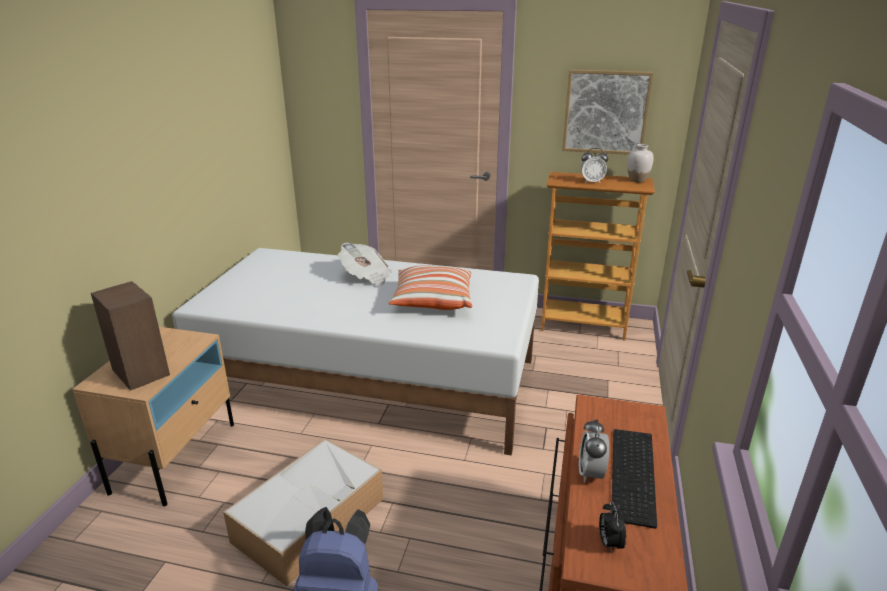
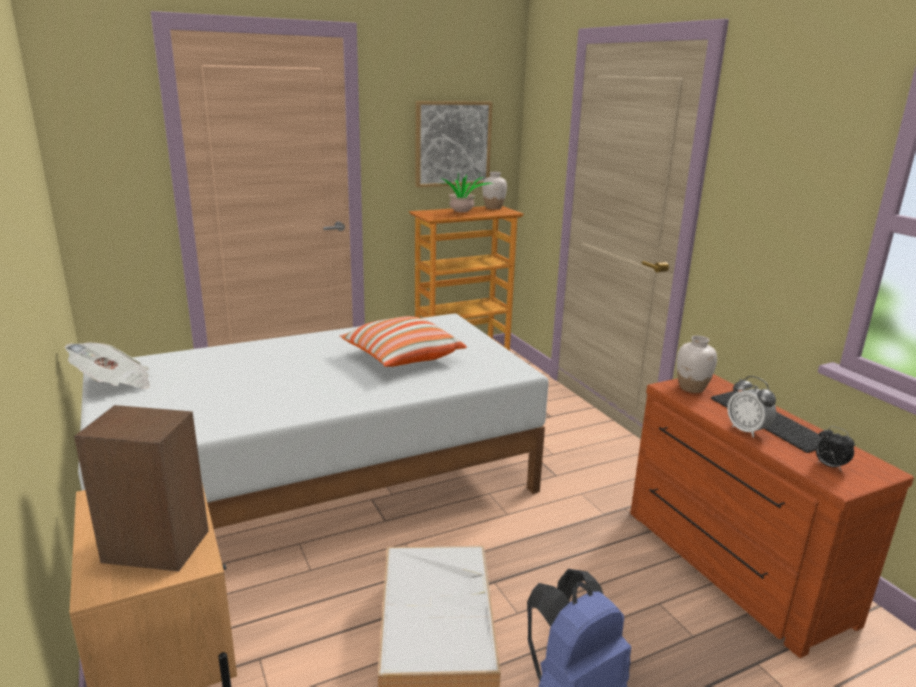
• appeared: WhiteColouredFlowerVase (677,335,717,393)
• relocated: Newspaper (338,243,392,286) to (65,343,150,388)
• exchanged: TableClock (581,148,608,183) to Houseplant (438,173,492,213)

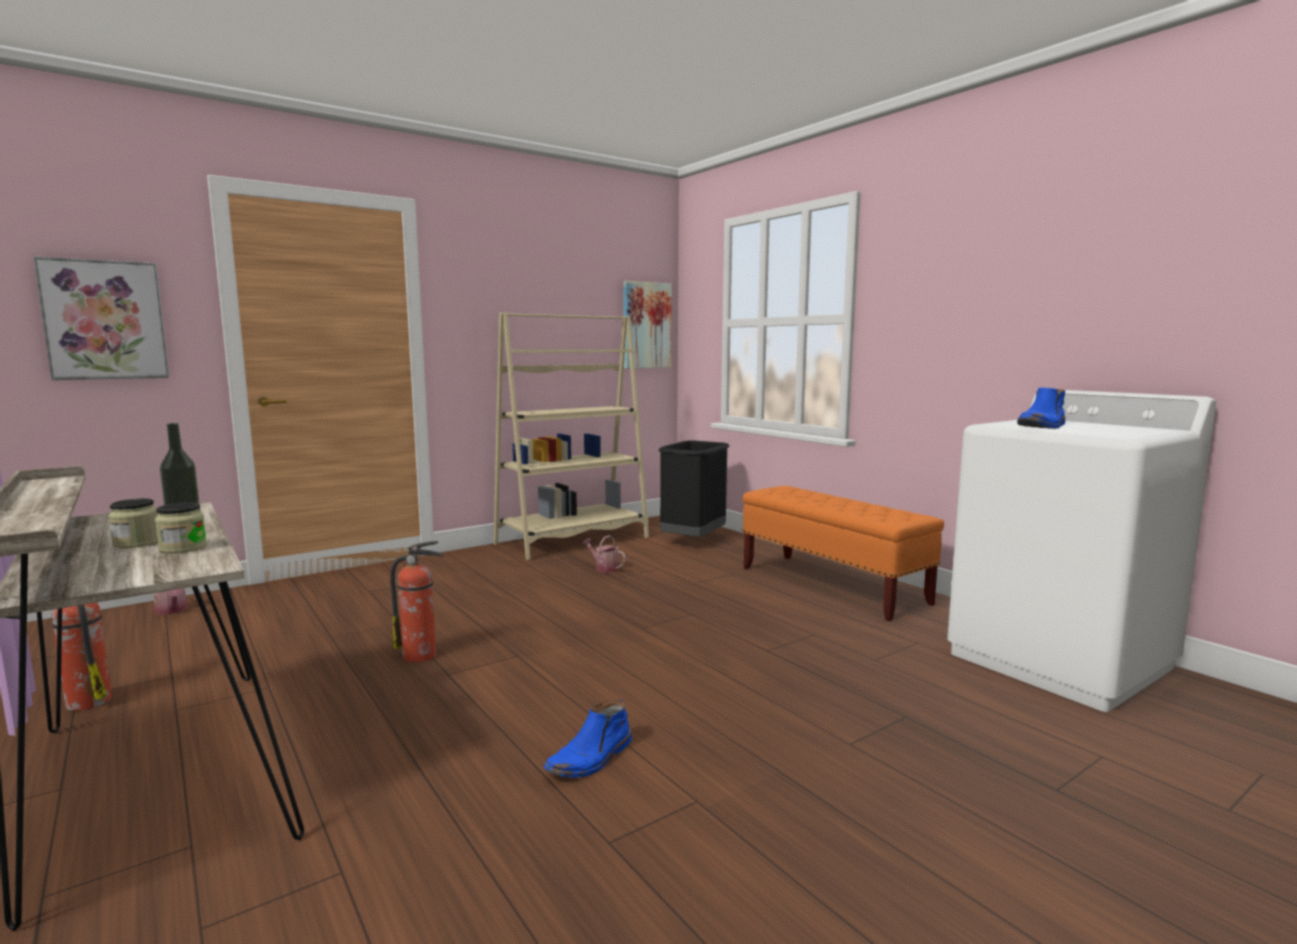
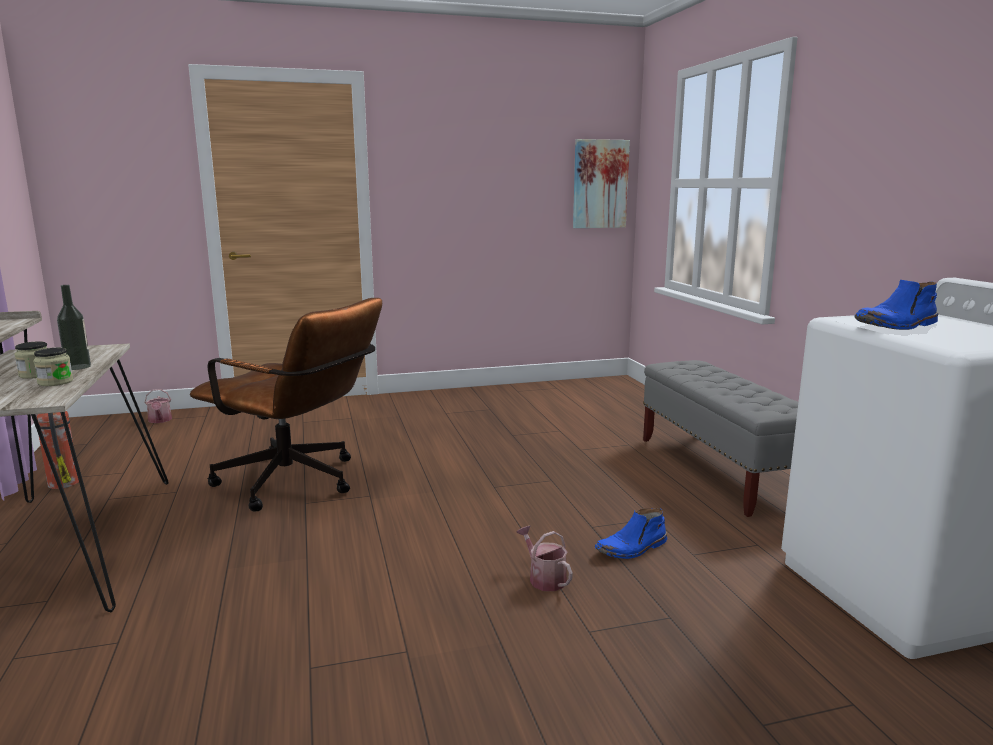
• missing: WallArt (33,256,169,380)
• missing: SandColouredBookcase (493,313,649,560)
• missing: BlackishWasteBin (659,440,729,536)
• relocated: BlueHighTopBoot (544,700,632,778) to (595,508,667,559)
• relocated: WateringCan (582,535,626,573) to (516,526,573,591)
• exchanged: FireFightingCylinder (390,541,444,662) to BrownishDeskChair (190,298,382,512)
• colour: OrangeyBench (742,486,944,621) to GreyishBench (643,360,798,517)

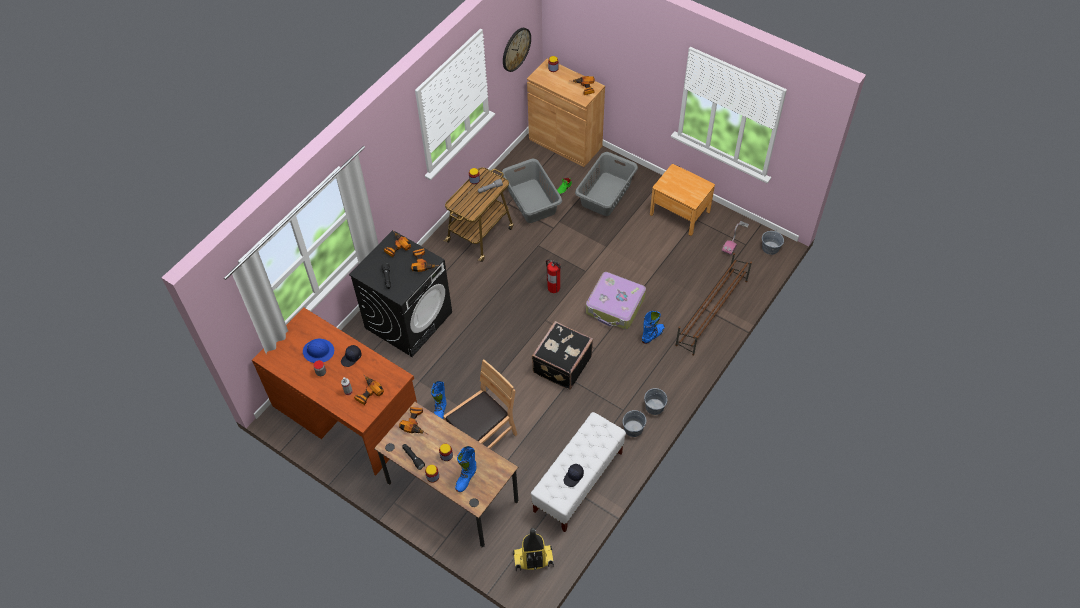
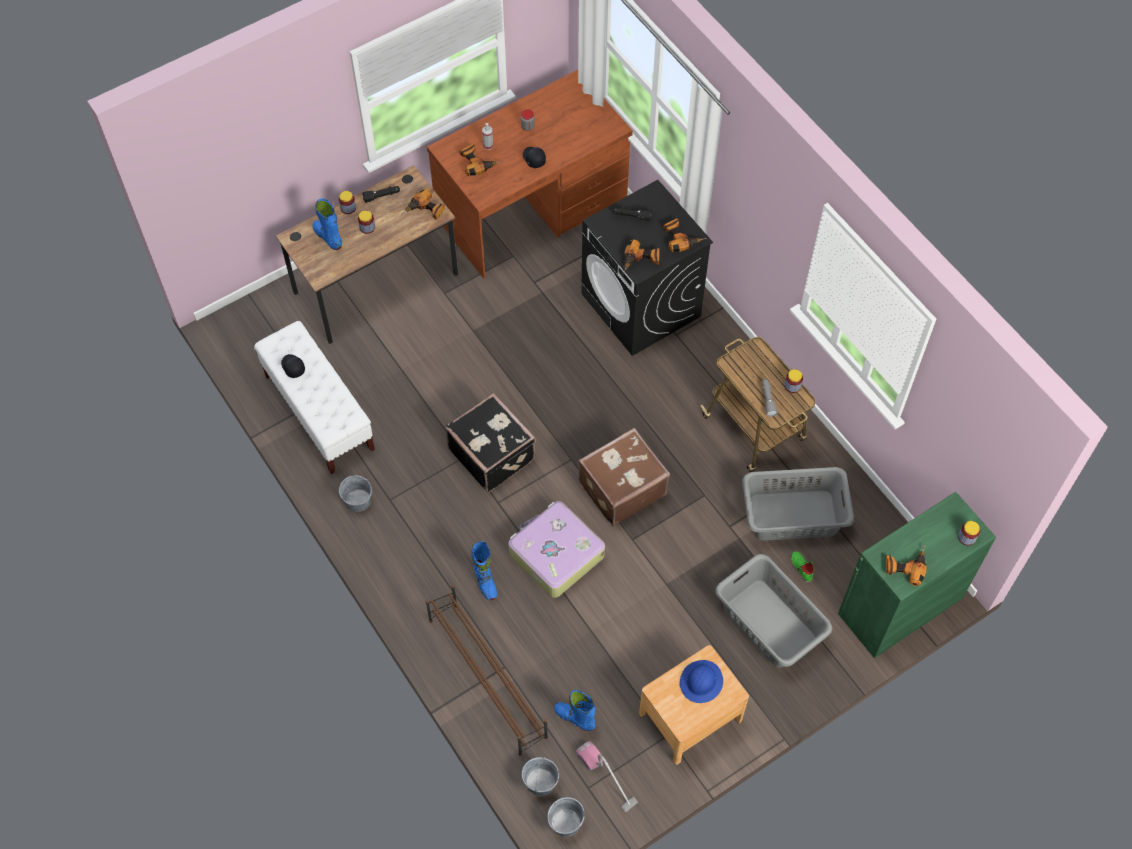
• missing: BrownishChair (443,359,518,449)
• missing: ClockOnTheWall (503,28,531,72)
• missing: Hoover (513,528,554,571)
• relocated: BlueSafetyHelmet (303,339,334,363) to (680,660,723,703)
• relocated: BlueHighTopBoot (431,381,446,419) to (554,690,596,731)
• relocated: GreyishBucket (644,388,667,415) to (522,757,559,796)
• exchanged: FireFightingCylinder (546,259,561,293) to BrownishSuitcase (578,428,670,527)
• colour: BrownishCabinet (527,59,605,167) to GreenishCabinet (838,492,996,658)

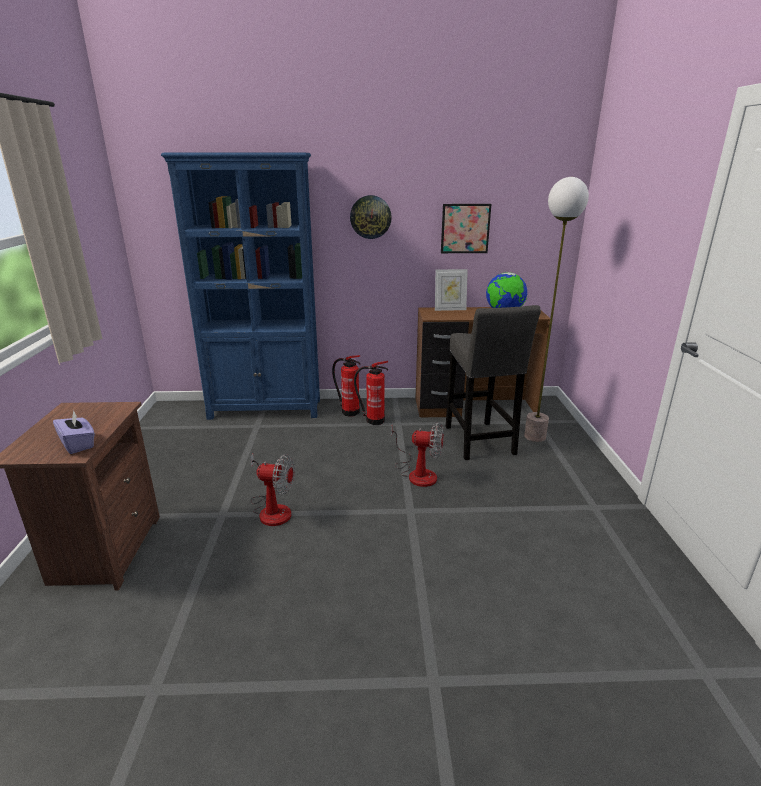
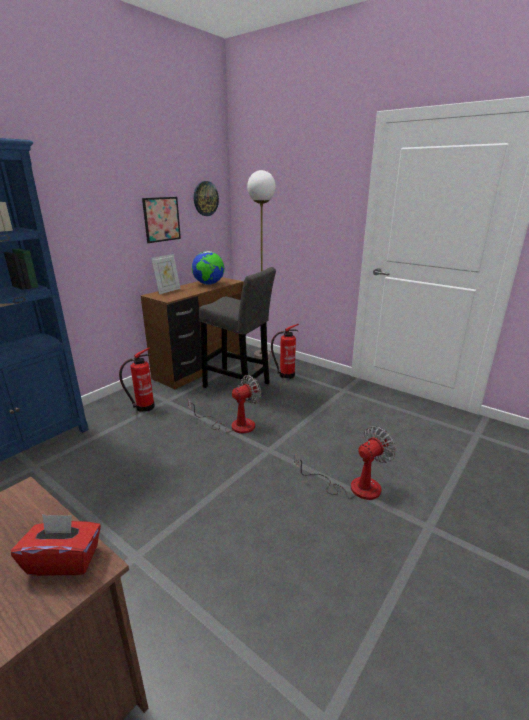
• relocated: CoolingFan (250,454,295,526) to (295,426,396,500)
• relocated: FireFightingCylinder (332,355,360,417) to (271,324,299,379)
• relocated: ClockOnTheWall (350,195,392,239) to (194,181,219,216)
• colour: PurpleColouredBoxOfTissues (53,410,95,454) to RedBoxOfTissues (11,514,101,576)

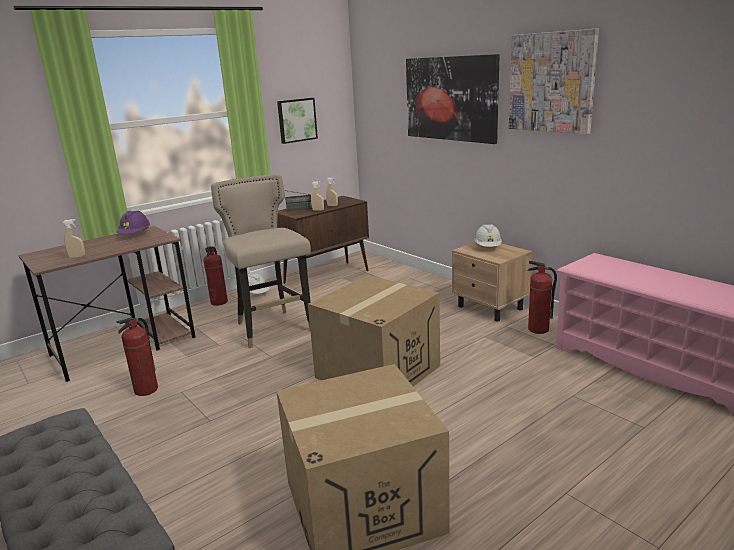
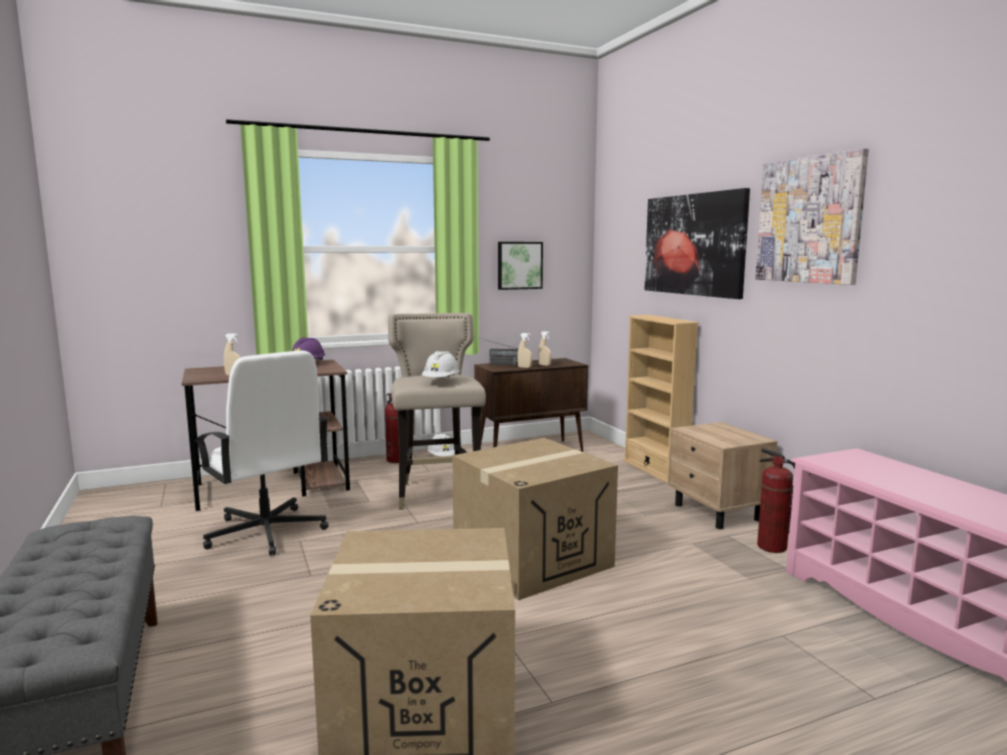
• appeared: SandColouredBookcase (623,315,699,484)
• relocated: WhiteColouredSafetyHelmet (474,224,502,247) to (422,351,460,378)
• exchanged: FireFightingCylinder (116,318,158,396) to WhiteColouredDeskChair (195,350,329,555)

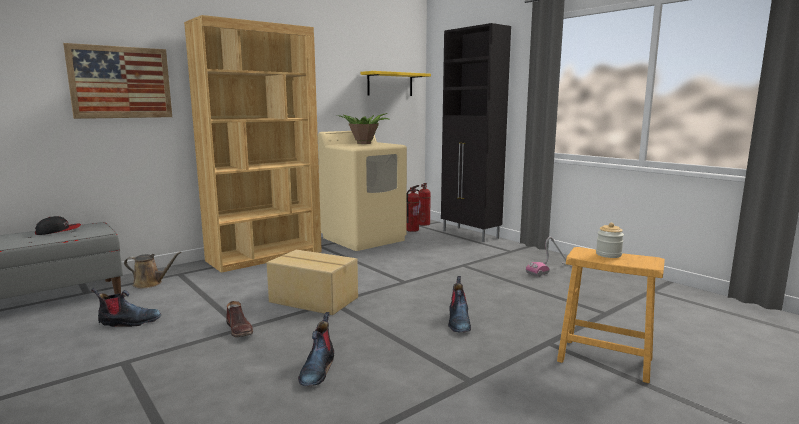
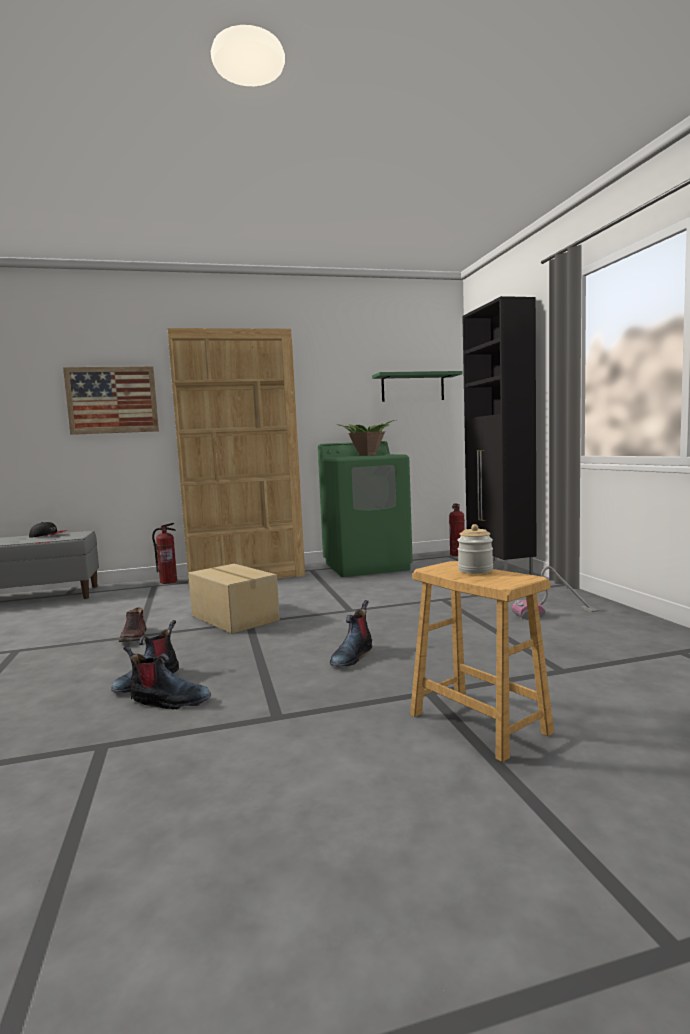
• missing: BrownishWateringCan (124,252,182,288)
• relocated: HighTopBoot (91,288,161,327) to (123,645,211,709)
• relocated: FireFightingCylinder (407,185,419,232) to (152,523,177,584)
• colour: SandColouredWashingMachine (318,131,407,251) to GreenishWashingMachine (318,441,413,577)
• colour: YellowishWallShelf (360,71,431,96) to GreenishWallShelf (372,371,462,402)

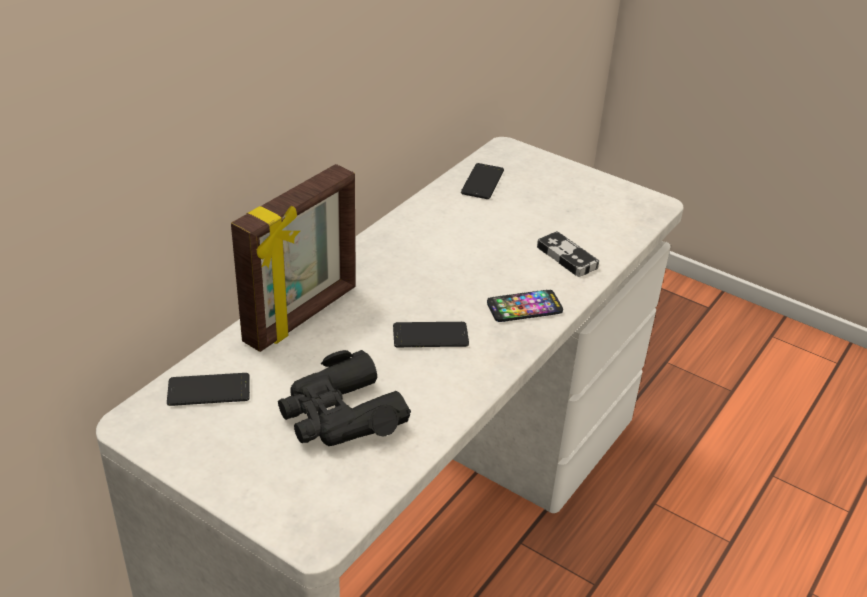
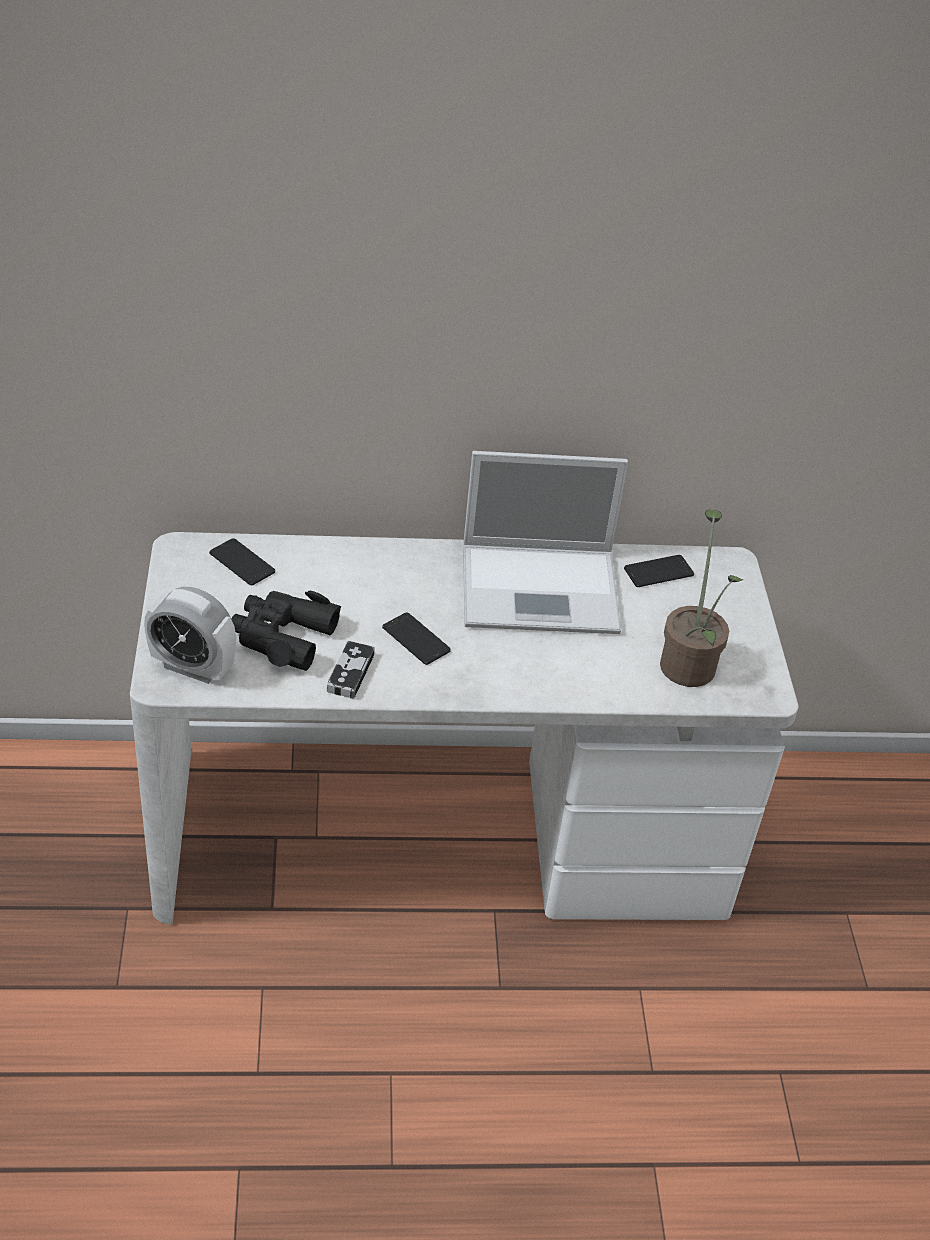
• missing: StandingFrame (231,164,356,352)
• missing: Phone (487,290,563,322)
• appeared: TableClock (144,587,236,684)
• appeared: Laptop (463,451,628,634)
• appeared: Houseplant (660,510,743,687)
• relocated: Joypad (537,231,599,277) to (327,641,375,699)

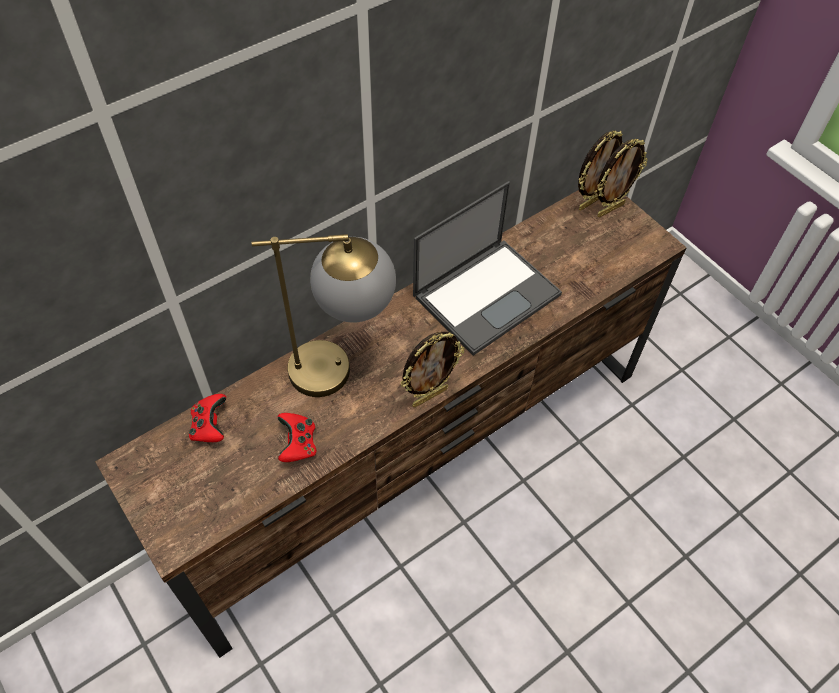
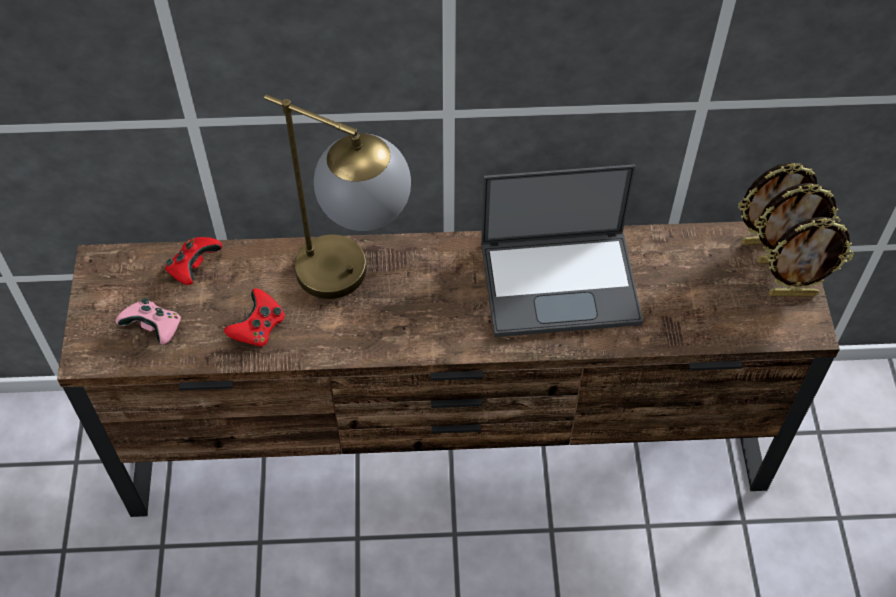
• appeared: PinkJoypad (116,298,181,345)
• relocated: StandingFrame (400,332,464,407) to (766,217,854,296)

